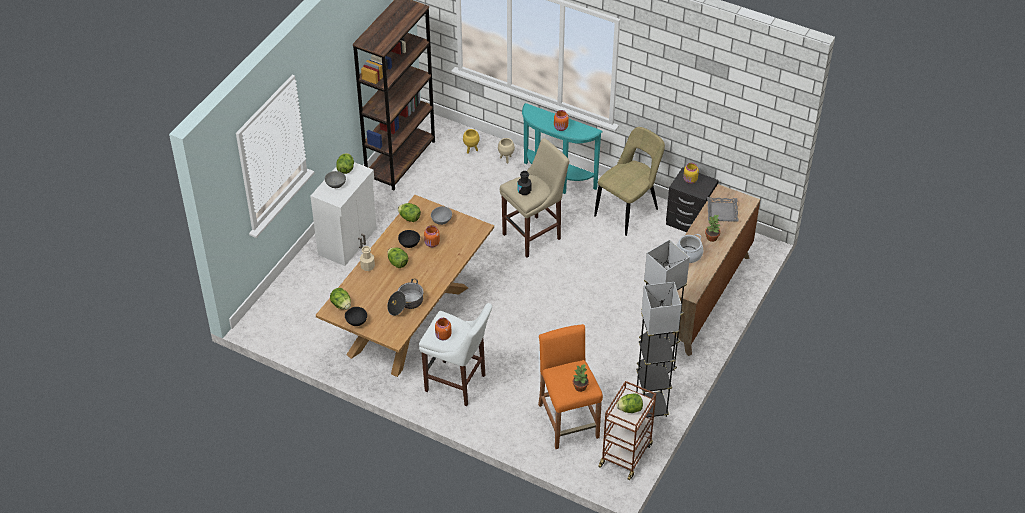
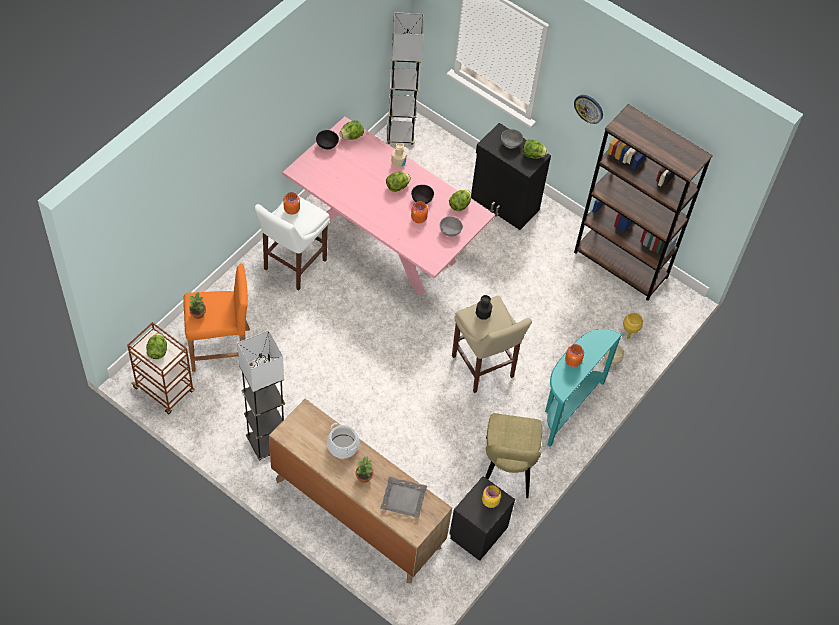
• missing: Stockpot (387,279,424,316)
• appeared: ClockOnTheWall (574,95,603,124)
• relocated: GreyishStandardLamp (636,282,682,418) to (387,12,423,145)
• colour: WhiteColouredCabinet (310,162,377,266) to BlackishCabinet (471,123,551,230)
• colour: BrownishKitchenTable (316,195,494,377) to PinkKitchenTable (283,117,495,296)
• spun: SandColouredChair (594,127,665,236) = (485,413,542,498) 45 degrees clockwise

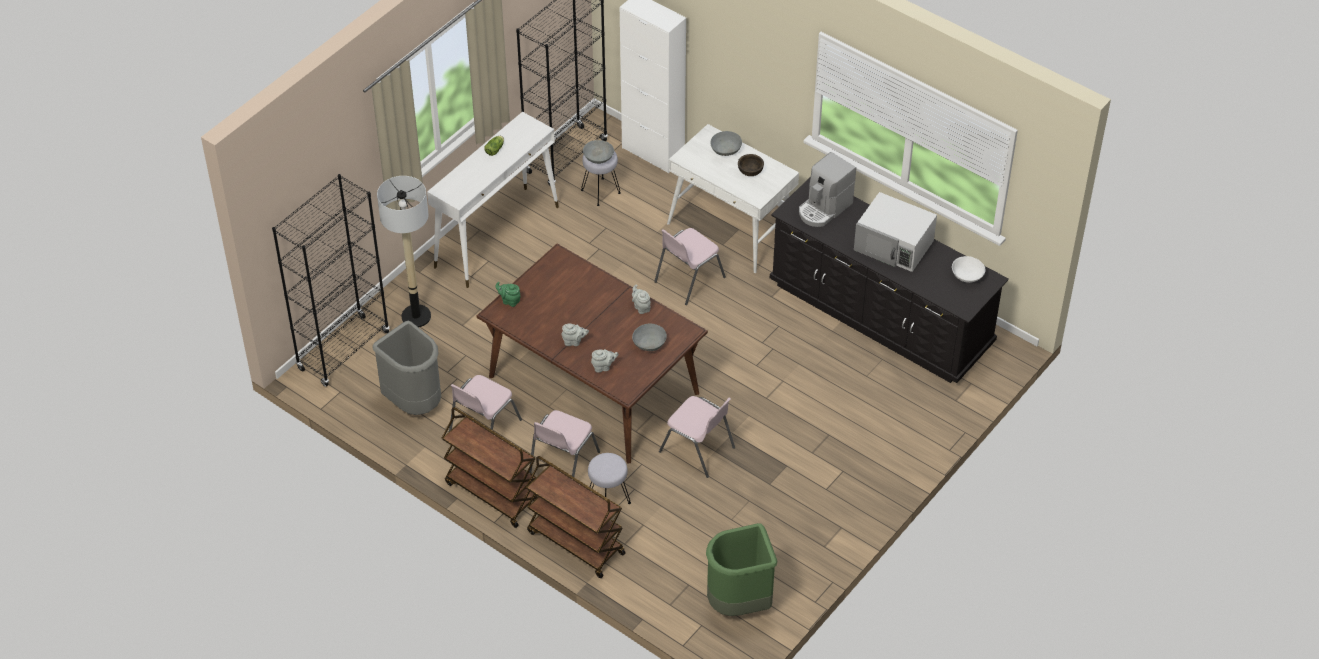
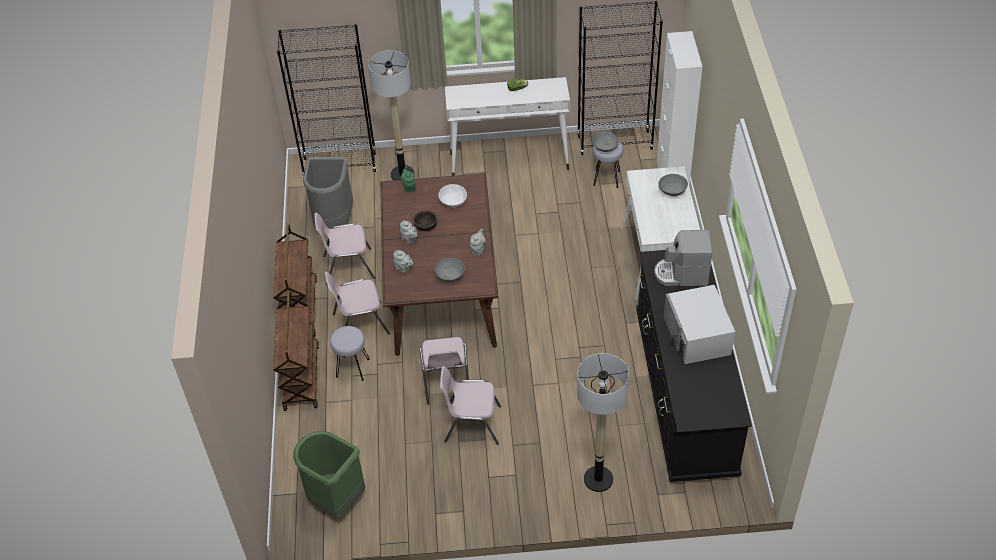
• appeared: StandardLamp (577,353,629,492)
• relocated: PinkChair (654,228,726,305) to (440,366,501,445)
• relocated: BrownishDeepDish (738,154,764,176) to (413,211,438,231)
• relocated: WhiteColouredDeepDish (952,256,986,283) to (438,184,467,207)

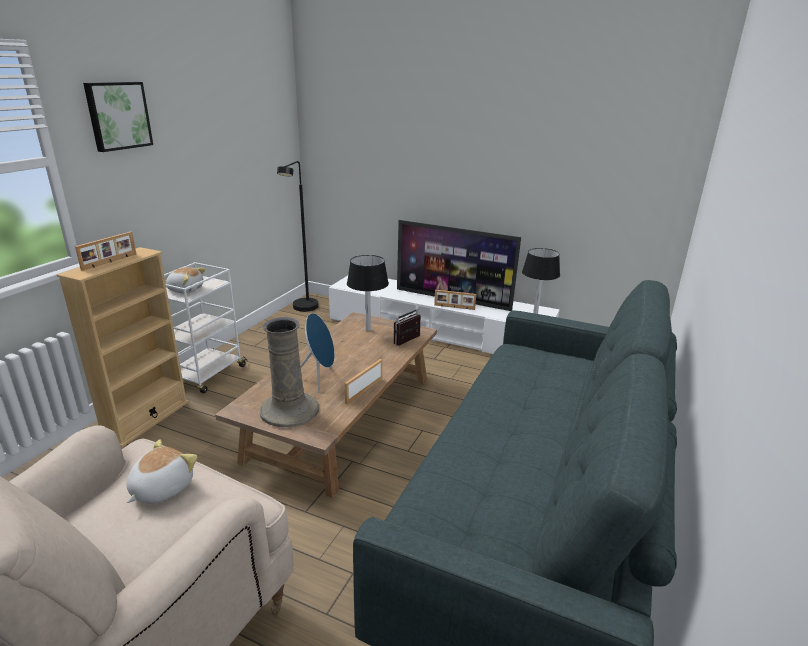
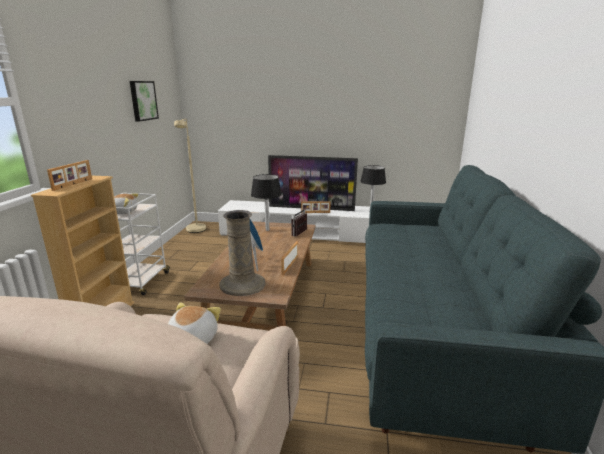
• relocated: WallArt (83,82,153,152) to (130,81,159,122)
• colour: BlackishStandardLamp (277,161,319,312) to SandColouredStandardLamp (174,118,206,233)

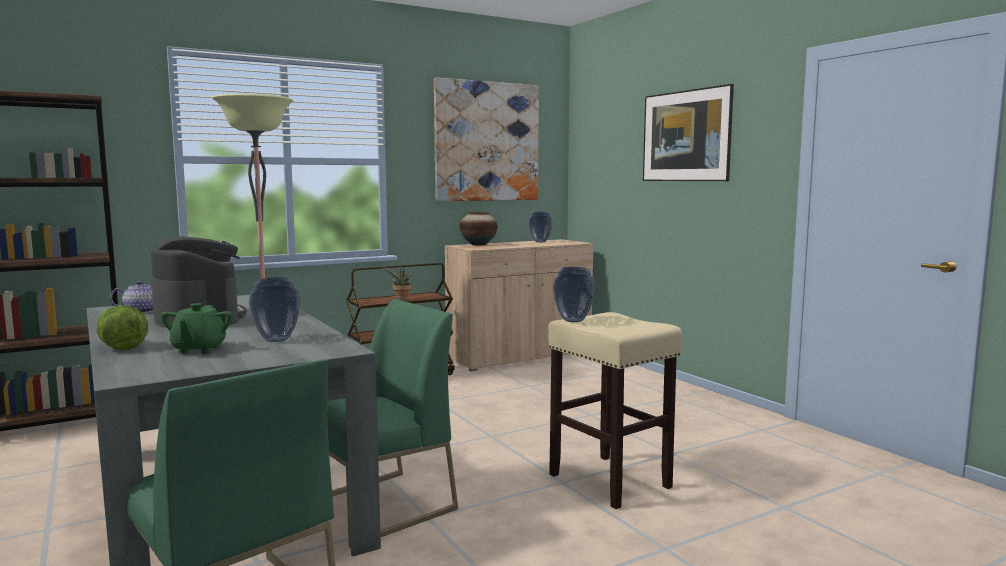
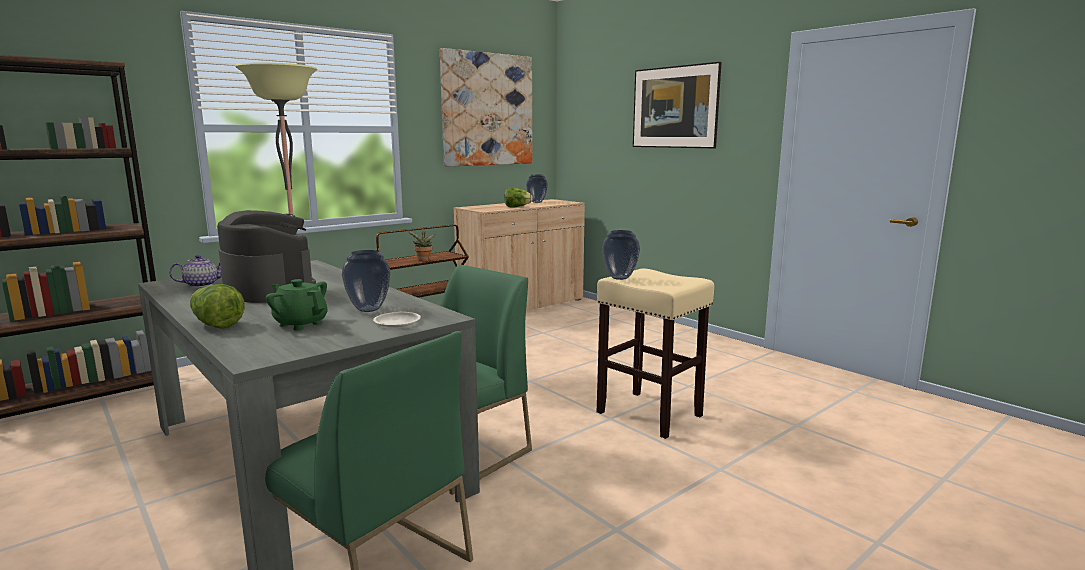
• missing: FlowerVase (460,212,498,246)
• appeared: WhiteColouredDinnerPlate (373,312,421,327)
• appeared: HeadOfLettuce (505,187,533,208)
• spun: GreenishTeapot (160,303,233,354) = (266,279,328,330) 135 degrees clockwise

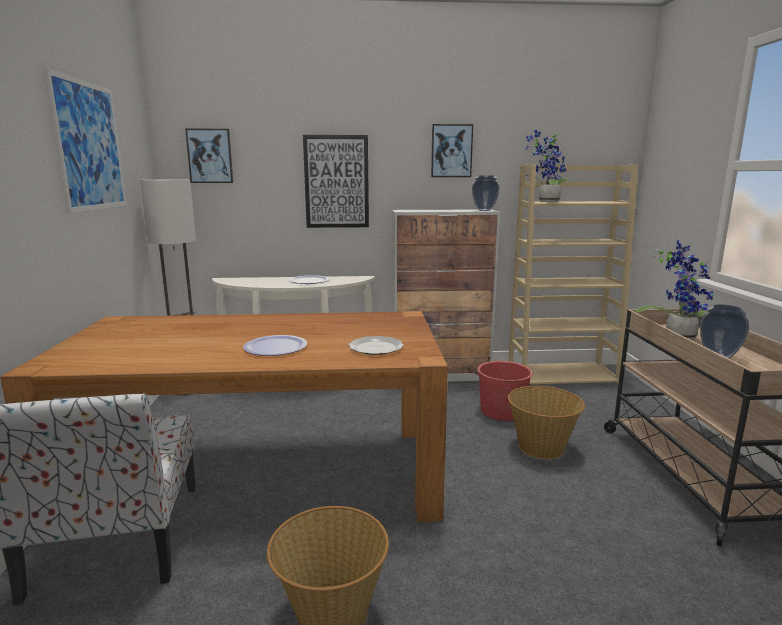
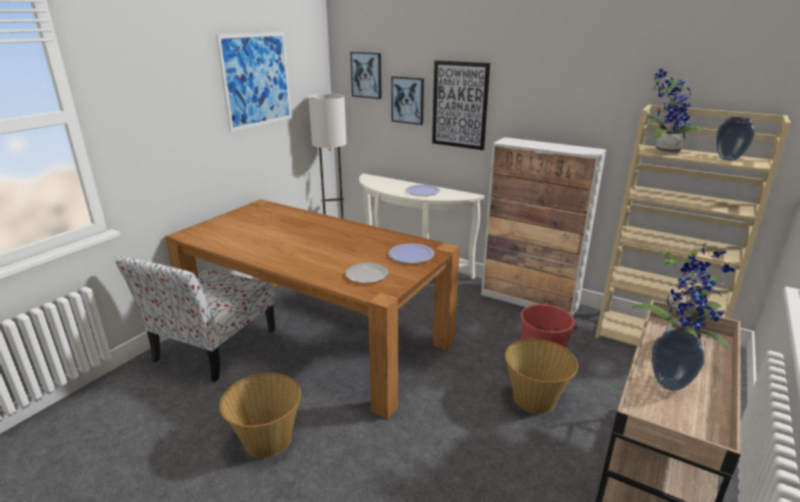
• relocated: DinnerPlate (243,335,307,356) to (389,244,435,264)
• relocated: WallArt (431,124,473,177) to (391,76,424,125)
• relocated: FlowerVase (472,176,500,211) to (716,117,755,161)

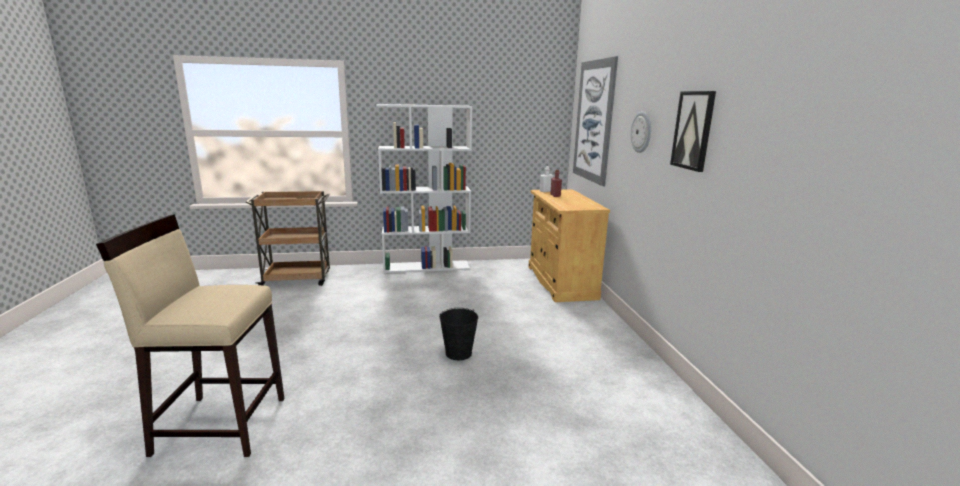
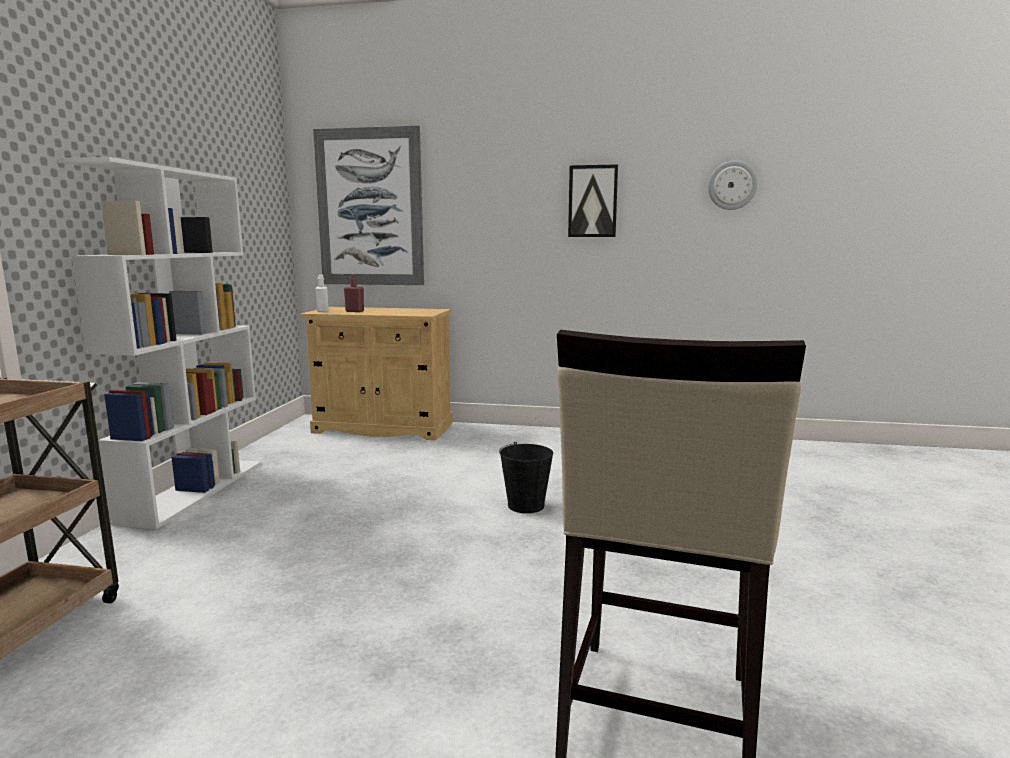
• relocated: ClockOnTheWall (631,111,651,153) to (708,161,758,210)

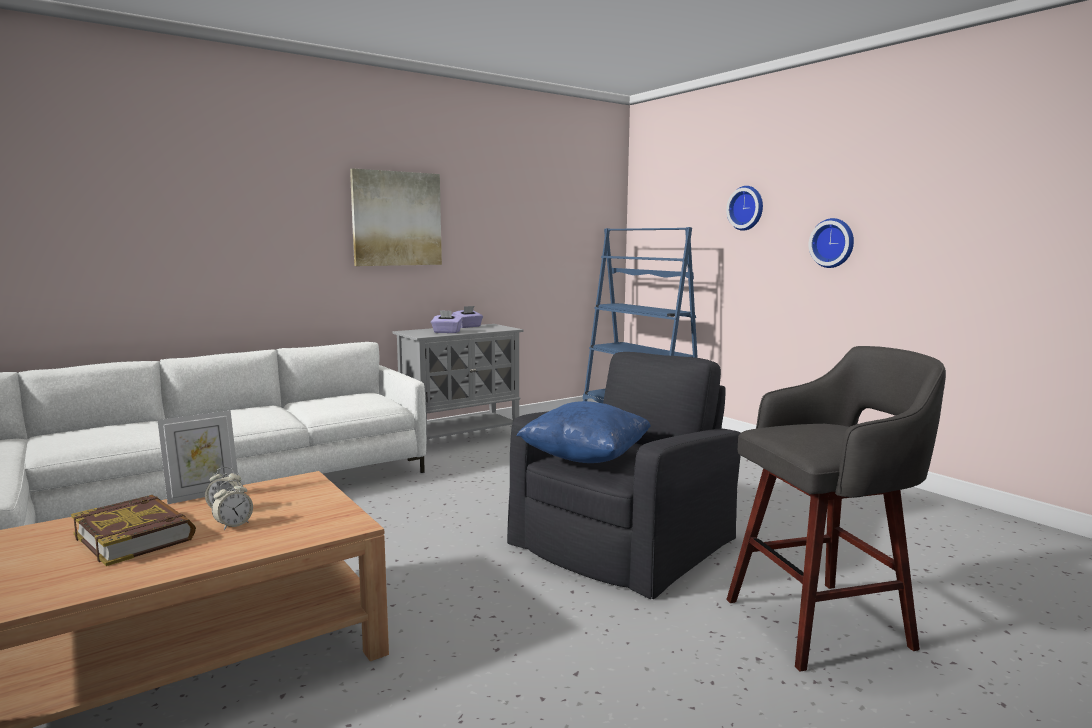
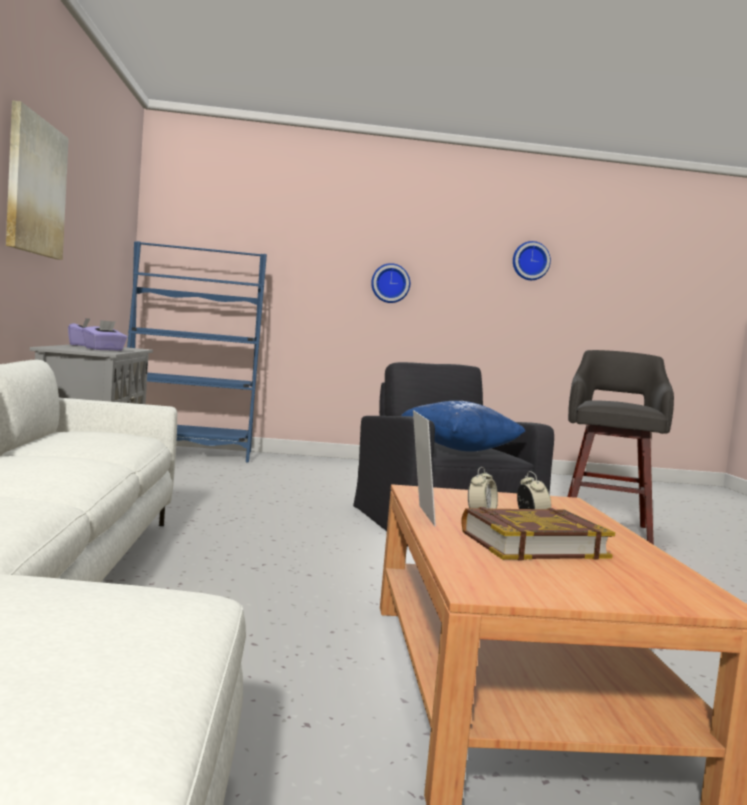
• relocated: ClockOnTheWall (726,186,763,231) to (513,241,551,280)

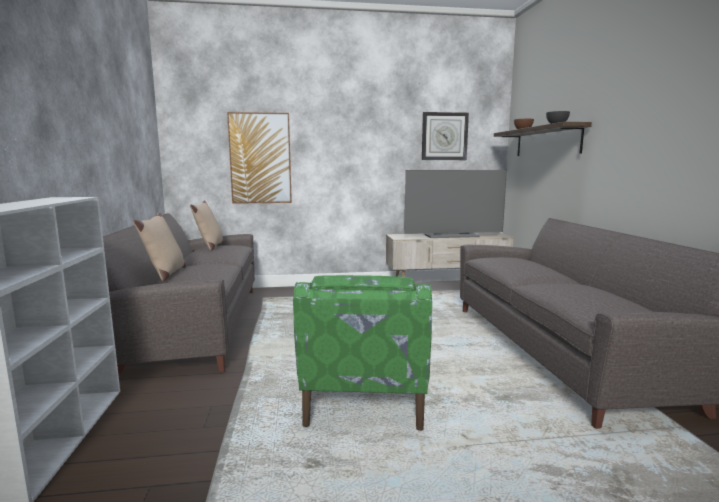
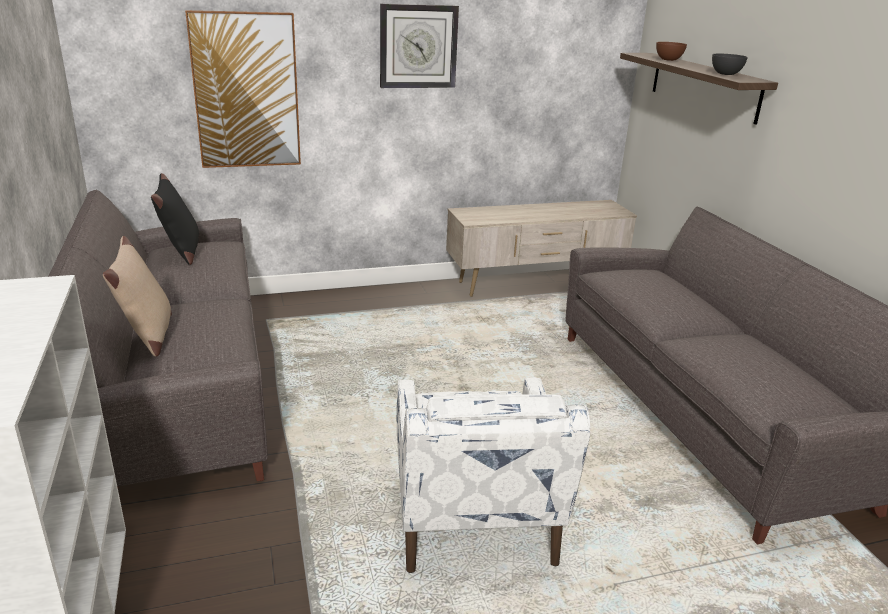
• missing: TvSet (404,170,507,238)
• relocated: ClockOnTheWall (422,112,469,160) to (380,4,459,88)
• colour: SandColouredThrowPillow (190,201,224,251) to BlackishThrowPillow (151,173,199,265)
• colour: GreenishLoungeChair (293,275,432,431) to WhiteColouredLoungeChair (397,377,590,573)

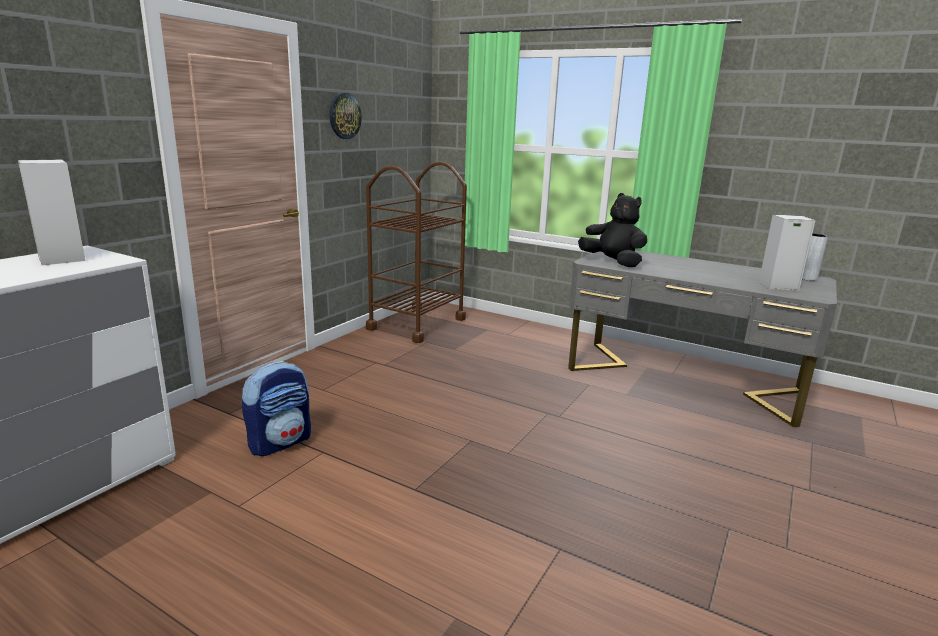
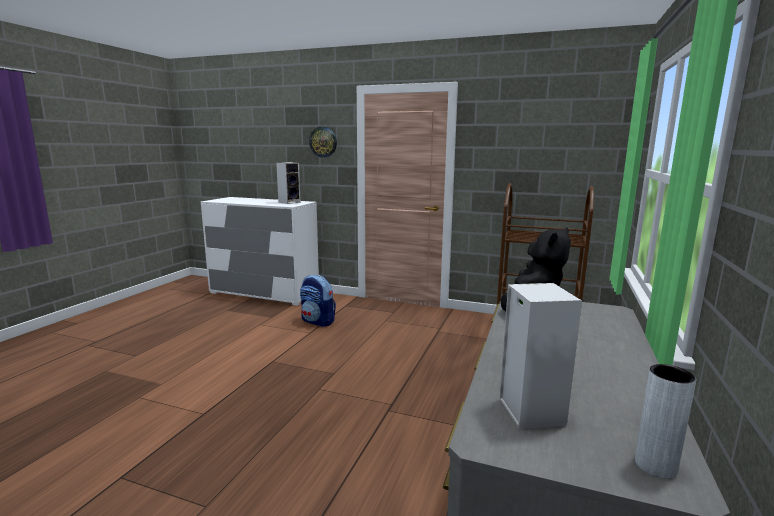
• relocated: ClockOnTheWall (329,93,362,139) to (309,127,337,157)

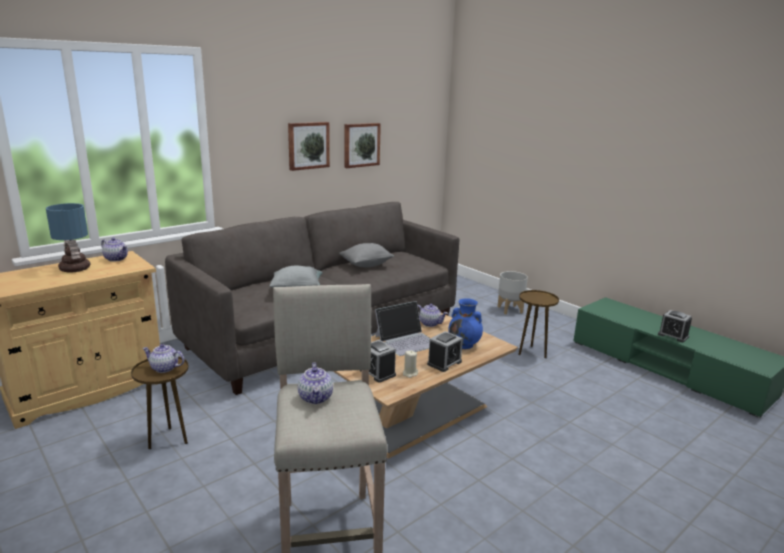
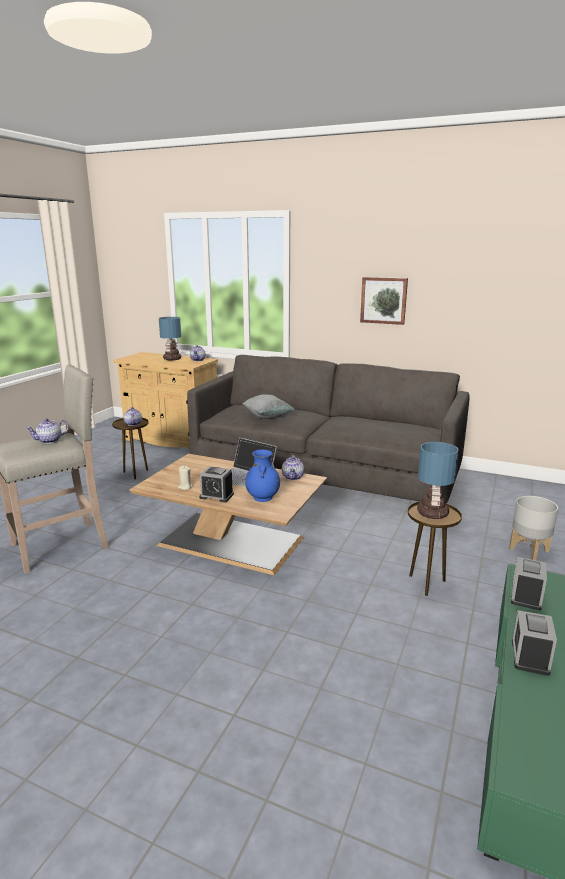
• missing: GreyishThrowPillow (339,243,394,267)
• missing: WallArt (344,123,381,168)
• appeared: LampForATable (417,442,459,519)
• relocated: TableClock (360,340,396,383) to (511,557,547,610)

